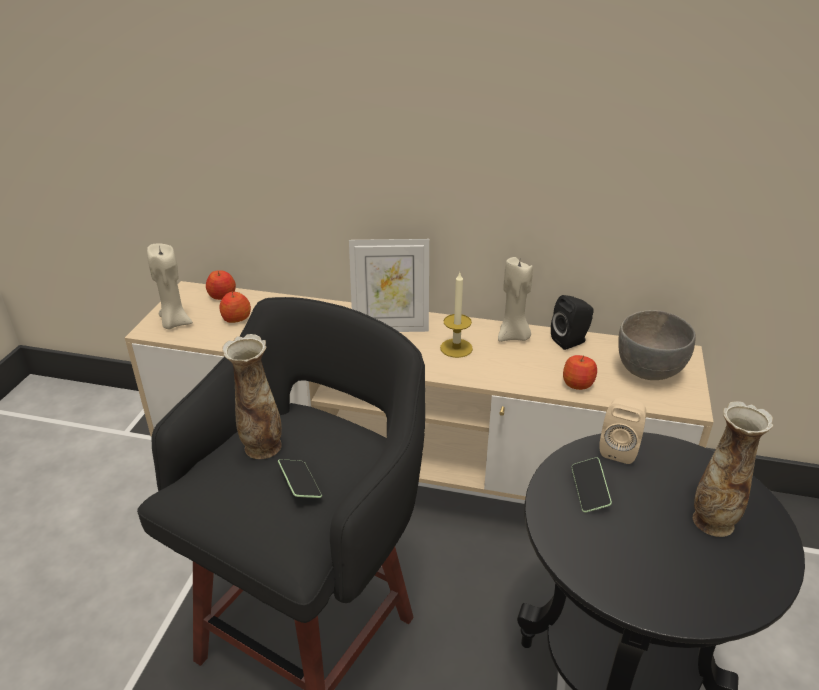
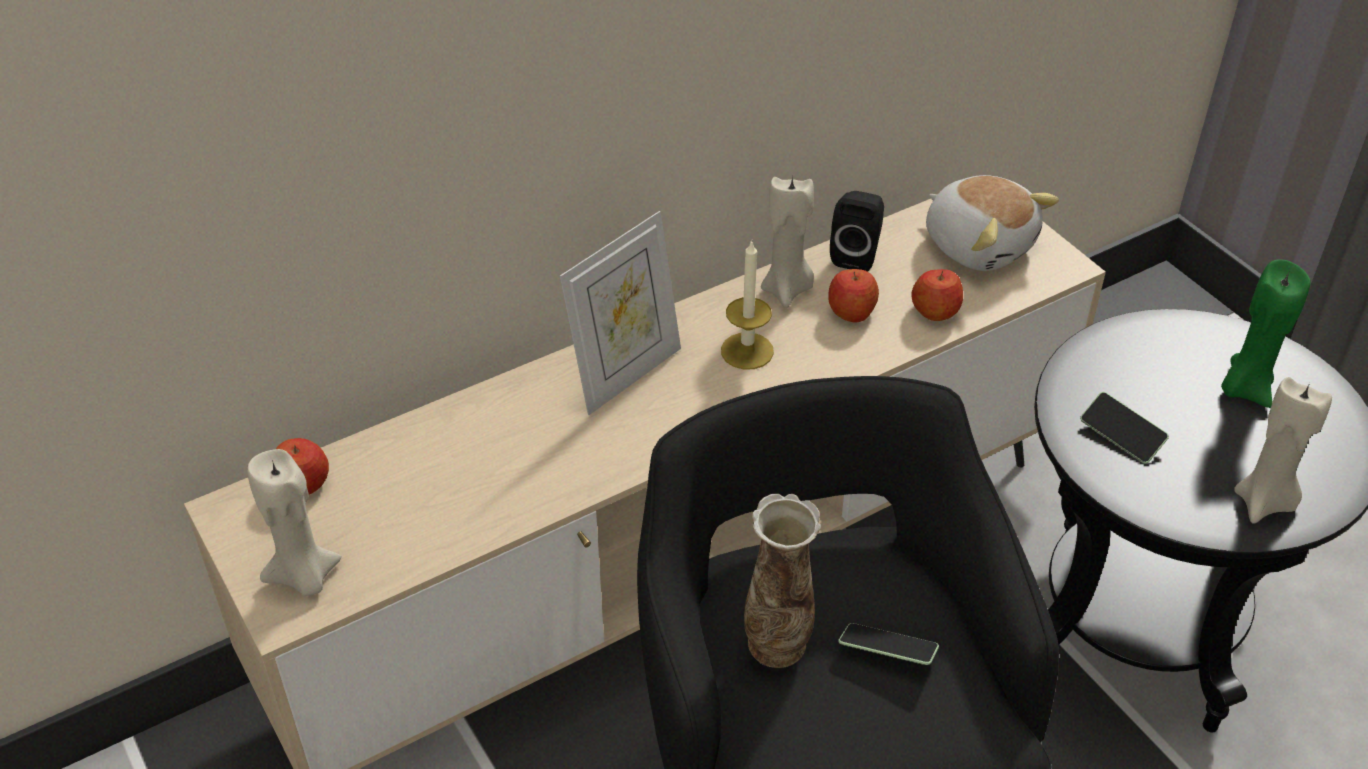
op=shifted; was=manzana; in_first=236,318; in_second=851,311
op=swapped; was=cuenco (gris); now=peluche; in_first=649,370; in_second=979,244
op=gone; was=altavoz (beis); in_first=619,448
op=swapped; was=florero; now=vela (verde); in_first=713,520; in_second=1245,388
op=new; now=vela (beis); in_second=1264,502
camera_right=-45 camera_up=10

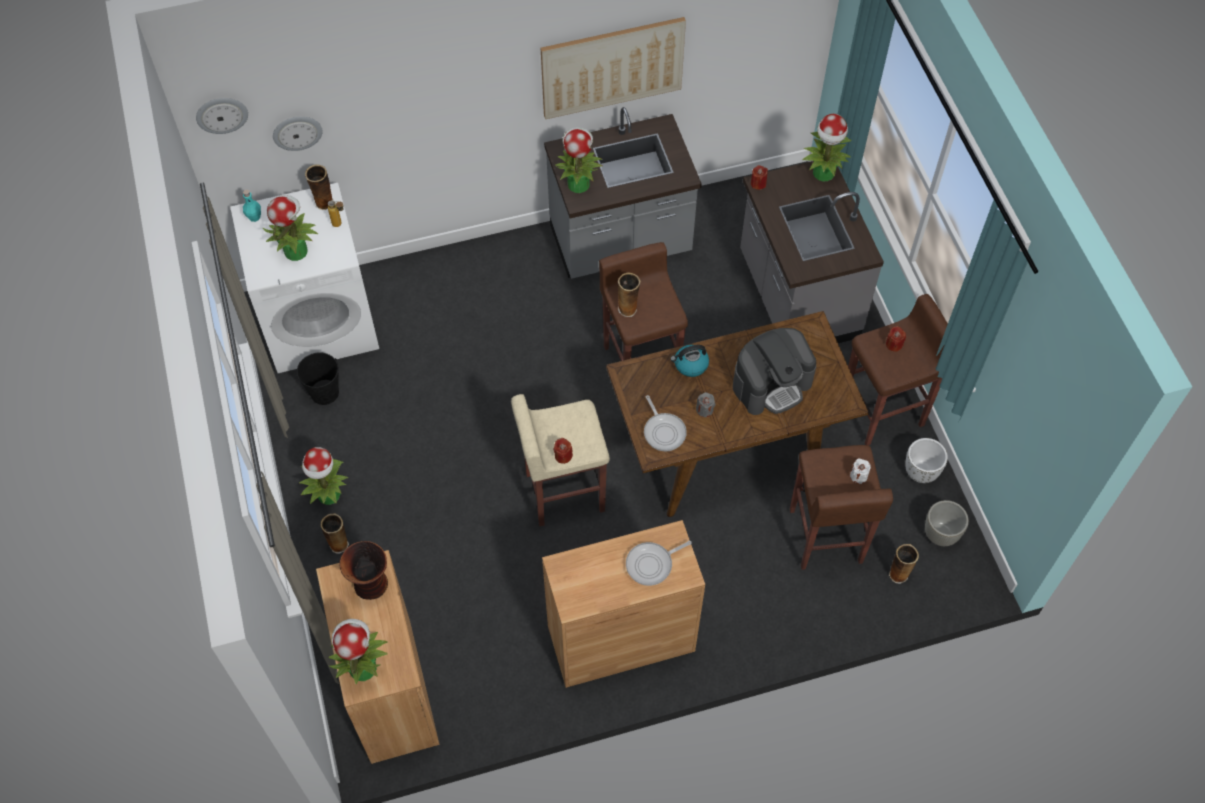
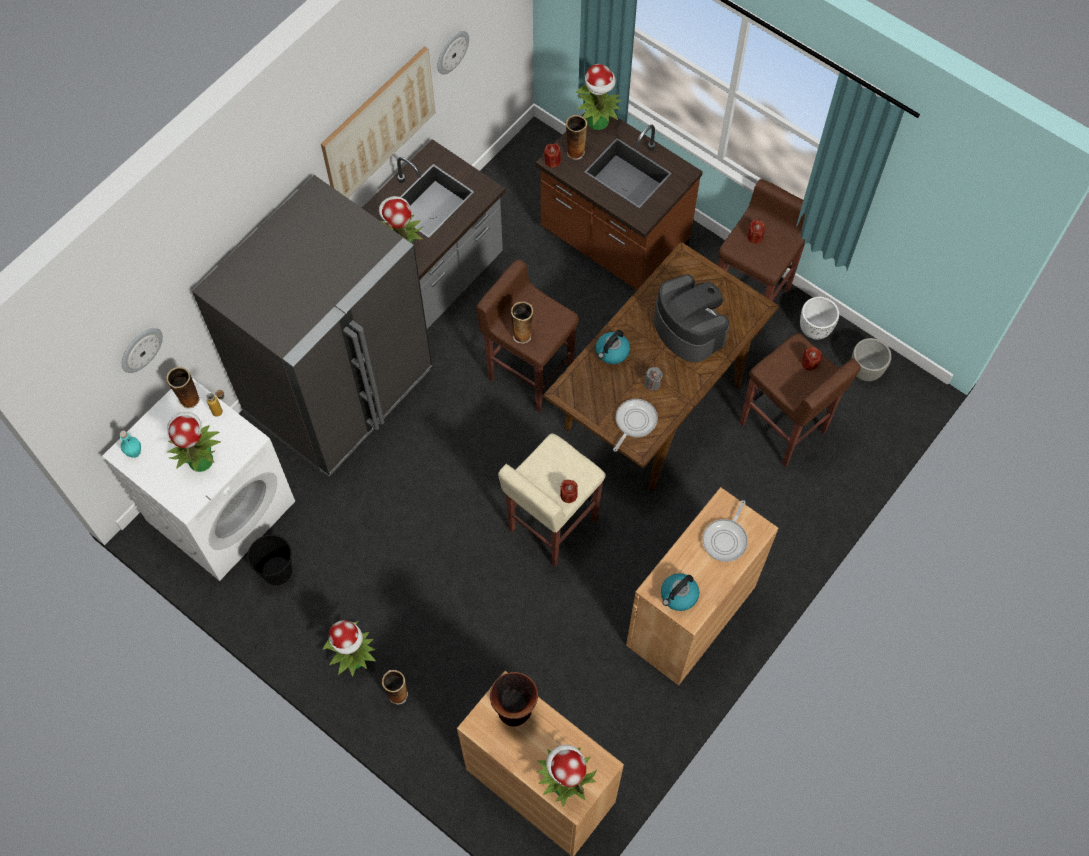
op=shifted; was=reloj de pared; in_first=221,114; in_second=451,51
op=repainted; was=mueble bajo de cocina (gris); now=mueble bajo de cocina (marrón); in_first=796,297; in_second=613,241
op=rotated; was=cafetera; in_first=771,384; in_second=688,328; clockwise=-60
op=rotated; was=sartén; in_first=663,431; in_second=634,422; clockwise=-90
op=repainted; was=vela (blanco); now=vela (rojo); in_first=858,476; in_second=809,363
op=shifted; was=florero; in_first=898,574; in_second=575,151
op=new; now=nevera (gris); in_second=340,392
op=new; now=hervidor; in_second=678,595
camera_right=-35 camera_up=5

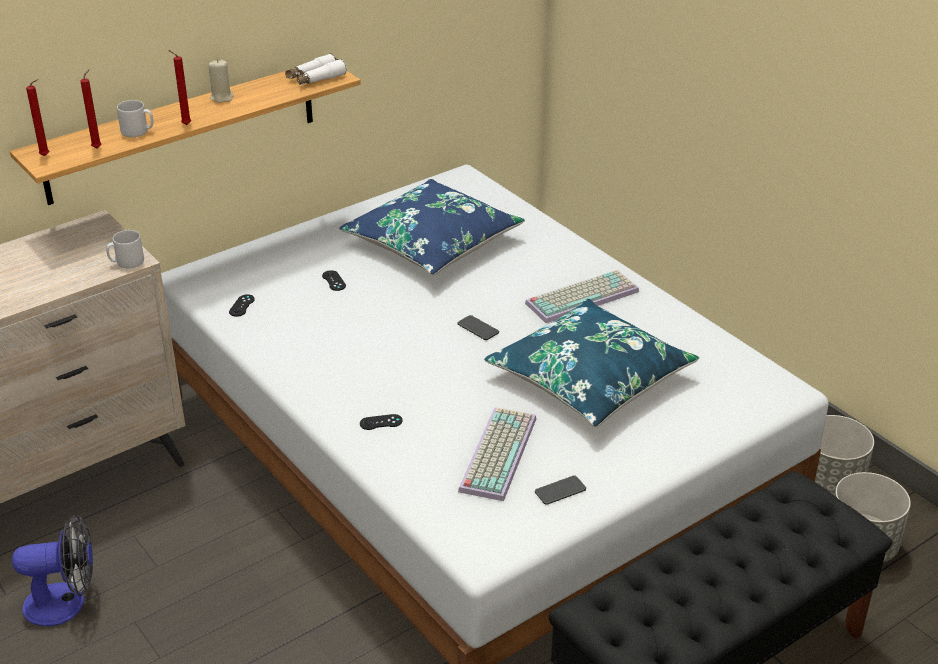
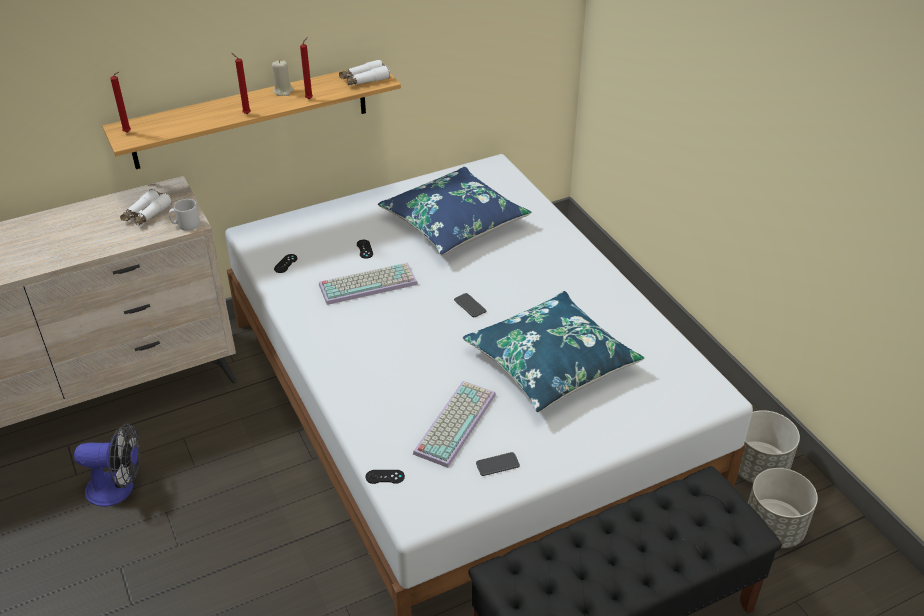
op=shifted; was=vela (rojo); in_first=98,148; in_second=310,98
op=gone; was=taza grande (gris); in_first=138,132
op=shifted; was=teclado; in_first=582,296; in_second=369,283
op=shifted; was=mando de consola (negro); in_first=381,422; in_second=385,477
op=new; now=prismáticos (blanco); in_second=146,214
camera_right=10 camera_up=5

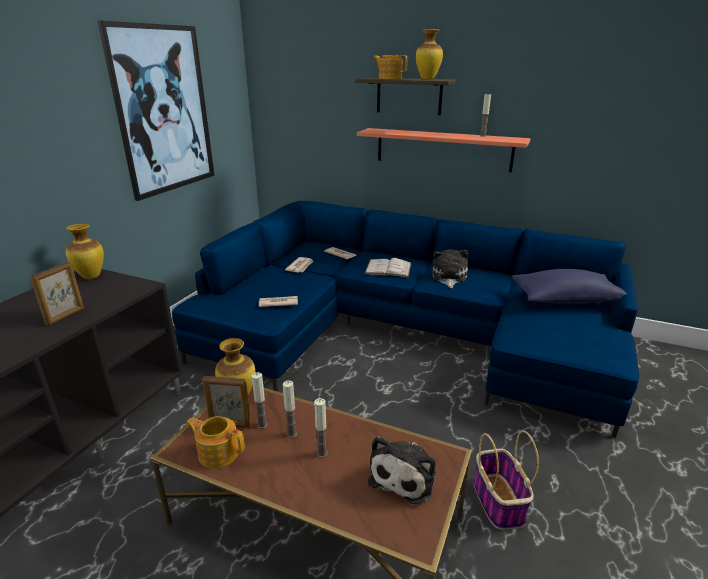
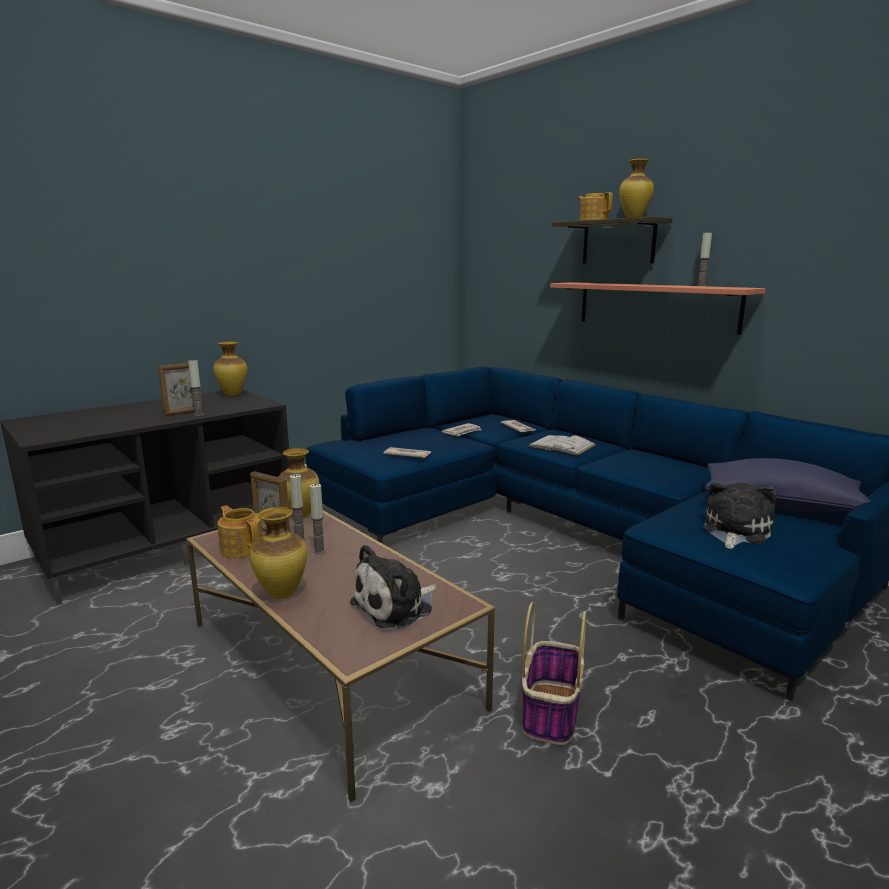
op=gone; was=cuadro; in_first=164,111
op=shifted; was=peluche; in_first=448,277; in_second=734,531
op=shifted; was=vela; in_first=322,453; in_second=199,414
op=new; now=florero; in_second=283,594
camera_right=25 camera_up=-10

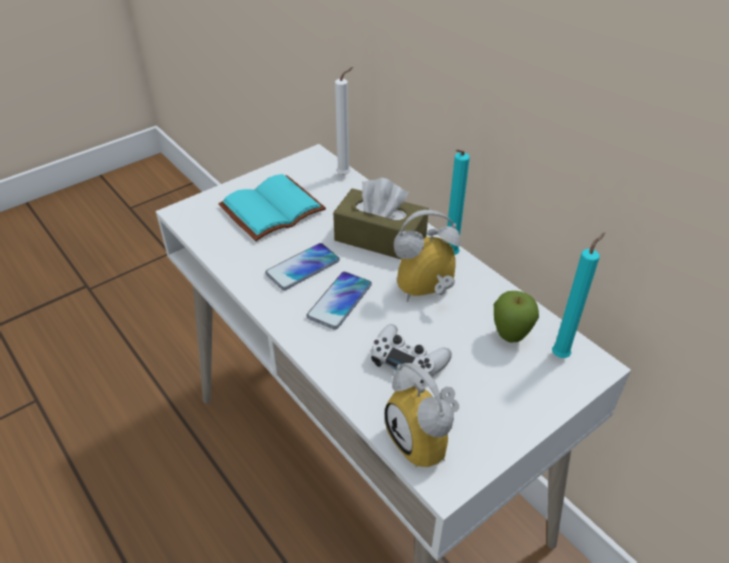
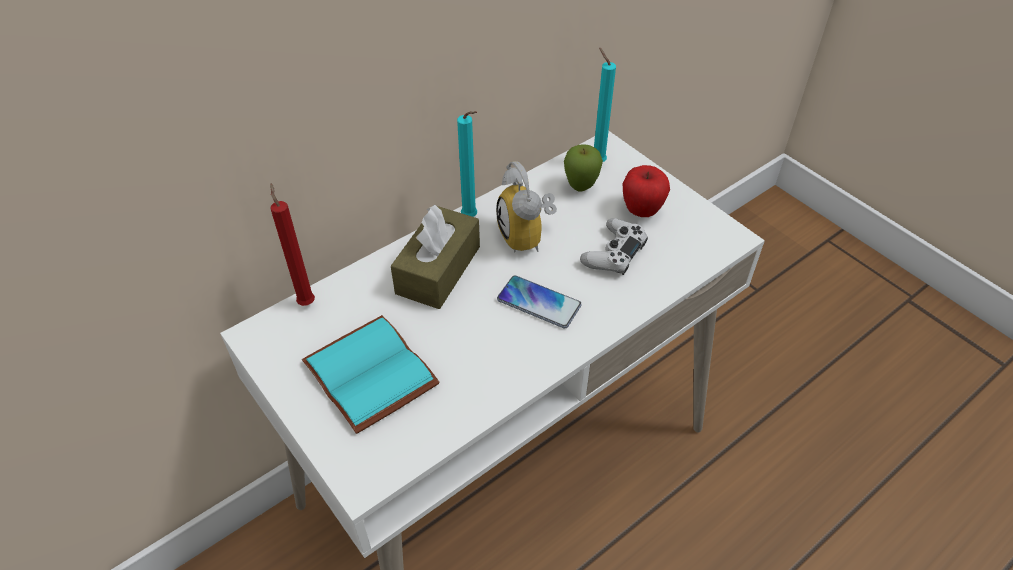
op=repainted; was=vela (blanco); now=vela (rojo); in_first=346,175; in_second=306,301
op=gone; was=móvil; in_first=303,267
op=gone; was=despertador; in_first=426,441
op=new; now=manzana; in_second=642,210
camera_right=-90 camera_up=5

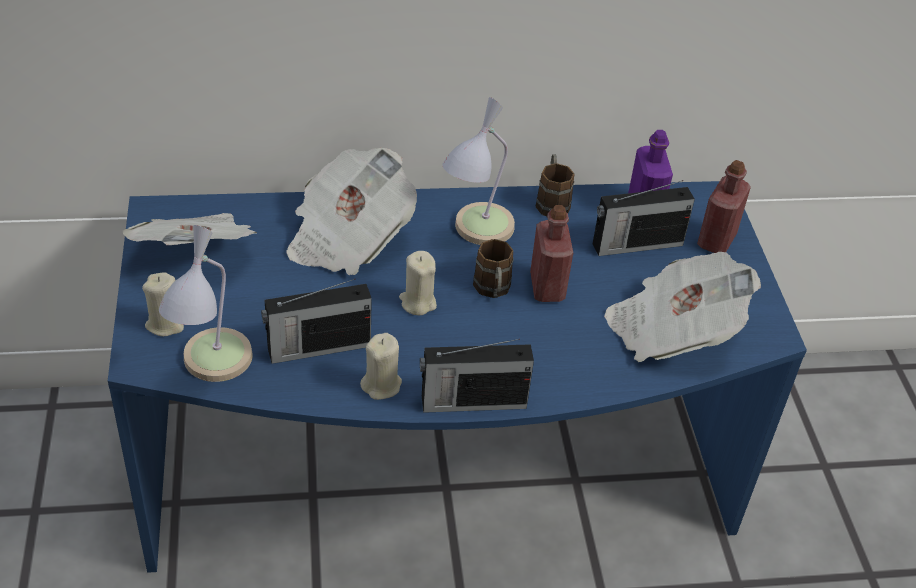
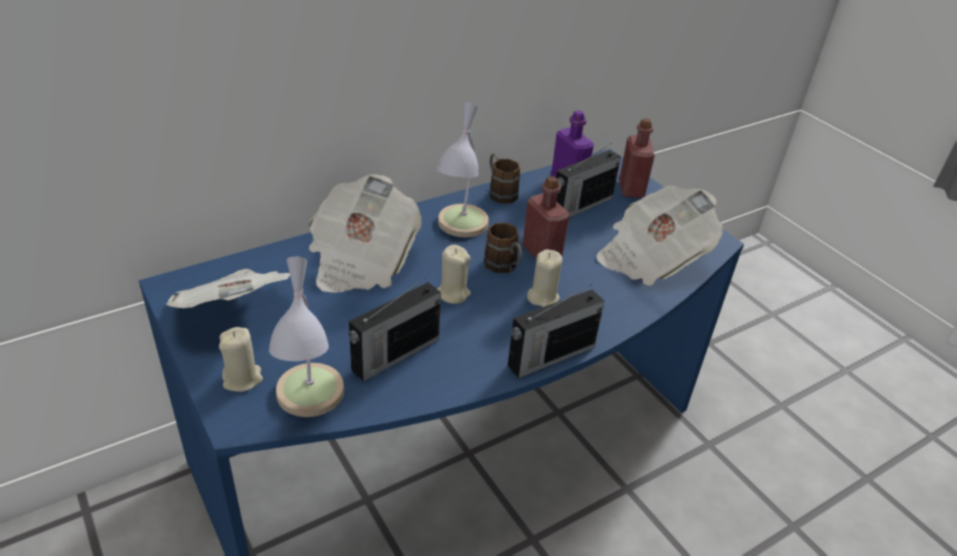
op=shifted; was=vela (beis); in_first=381,385; in_second=542,297
camera_right=-25 camera_up=-5

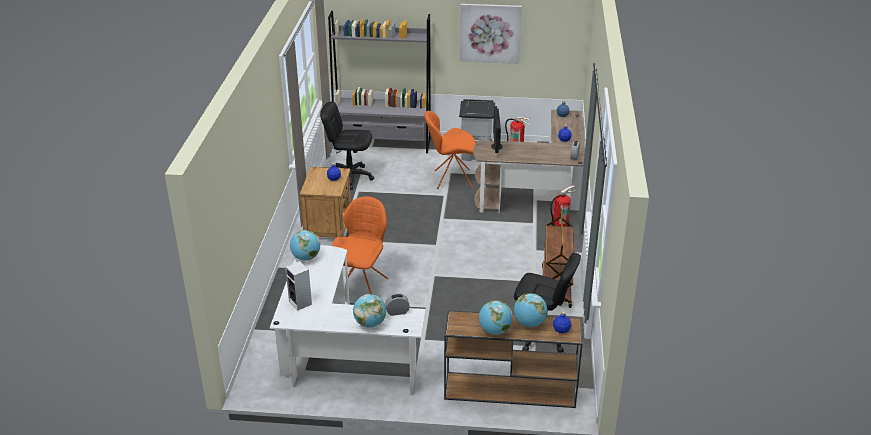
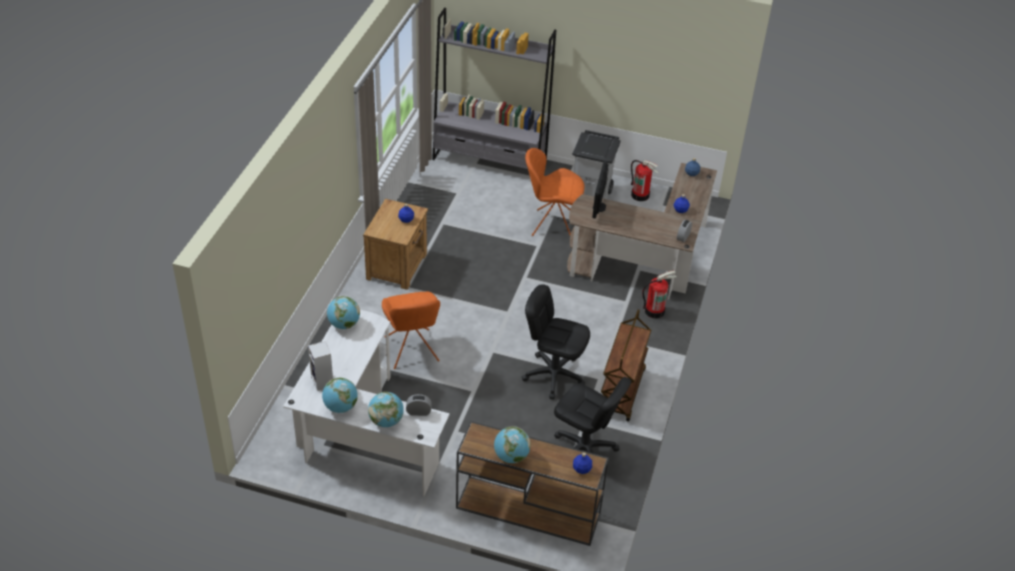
op=gone; was=cuadro; in_first=490,33
op=shifted; was=silla de oficina (negro); in_first=350,177; in_second=553,375
op=rotated; was=silla (naranja); in_first=362,285; in_second=412,351; clockwise=135
op=shifted; was=globo terráqueo; in_first=529,323; in_second=340,407
camera_right=10 camera_up=10

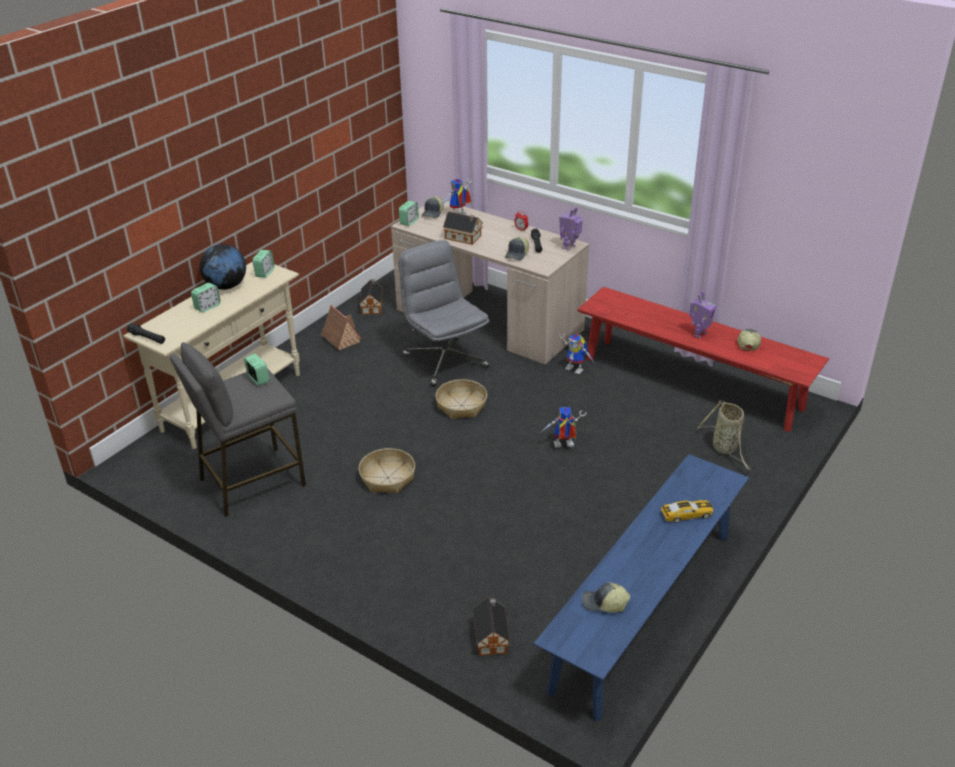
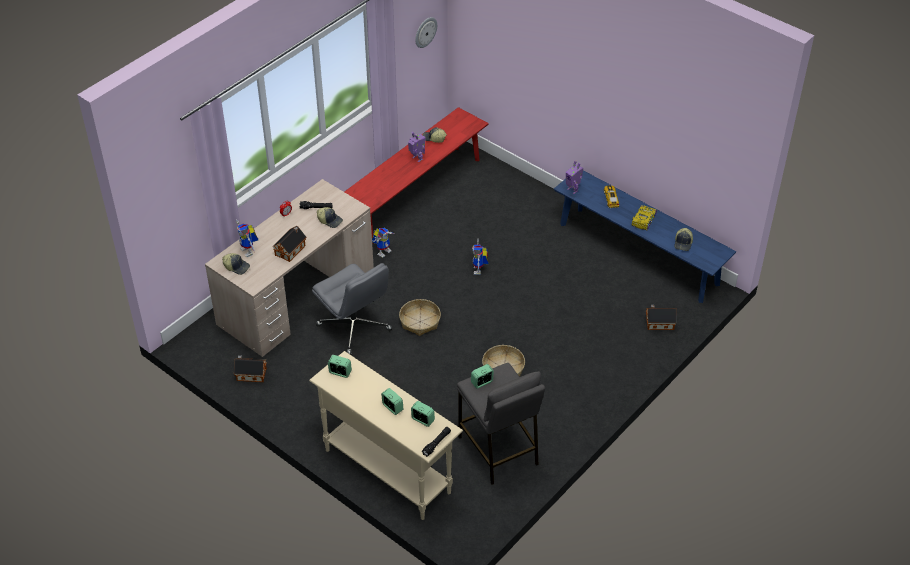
op=shifted; was=despertador; in_first=409,222; in_second=422,420
op=shifted; was=robot de juguete; in_first=569,247; in_second=573,190
op=rotated; was=silla de oficina (gris); in_first=444,361; in_second=355,328; clockwise=-105
op=gone; was=globo terráqueo; in_first=226,286
op=gone; was=casita; in_first=340,338
op=gone; was=cesta; in_first=725,449
op=new; now=reloj de pared; in_second=425,32
op=new; now=coche de juguete; in_second=643,220
camera_right=-85 camera_up=10

